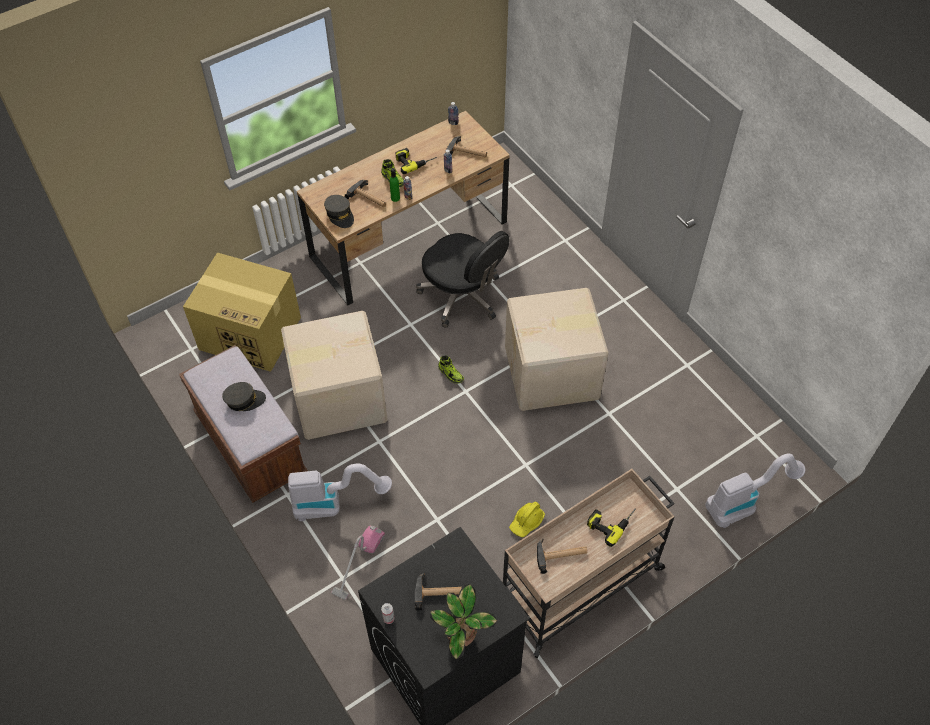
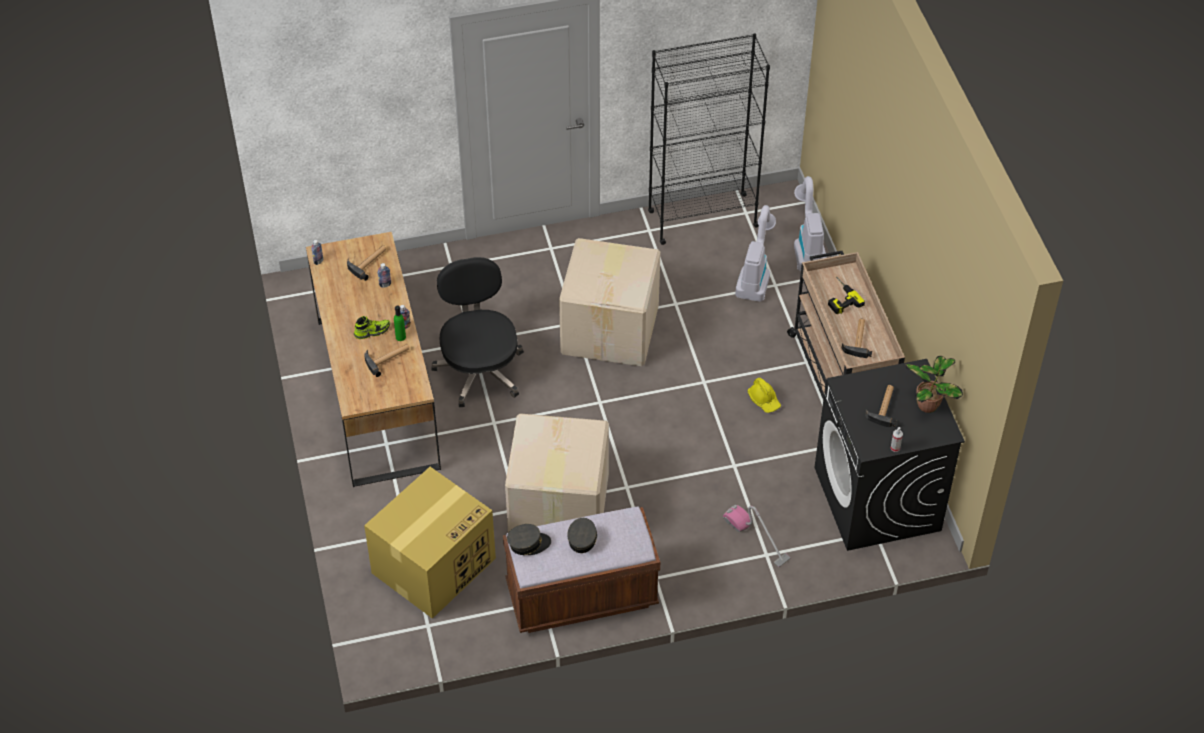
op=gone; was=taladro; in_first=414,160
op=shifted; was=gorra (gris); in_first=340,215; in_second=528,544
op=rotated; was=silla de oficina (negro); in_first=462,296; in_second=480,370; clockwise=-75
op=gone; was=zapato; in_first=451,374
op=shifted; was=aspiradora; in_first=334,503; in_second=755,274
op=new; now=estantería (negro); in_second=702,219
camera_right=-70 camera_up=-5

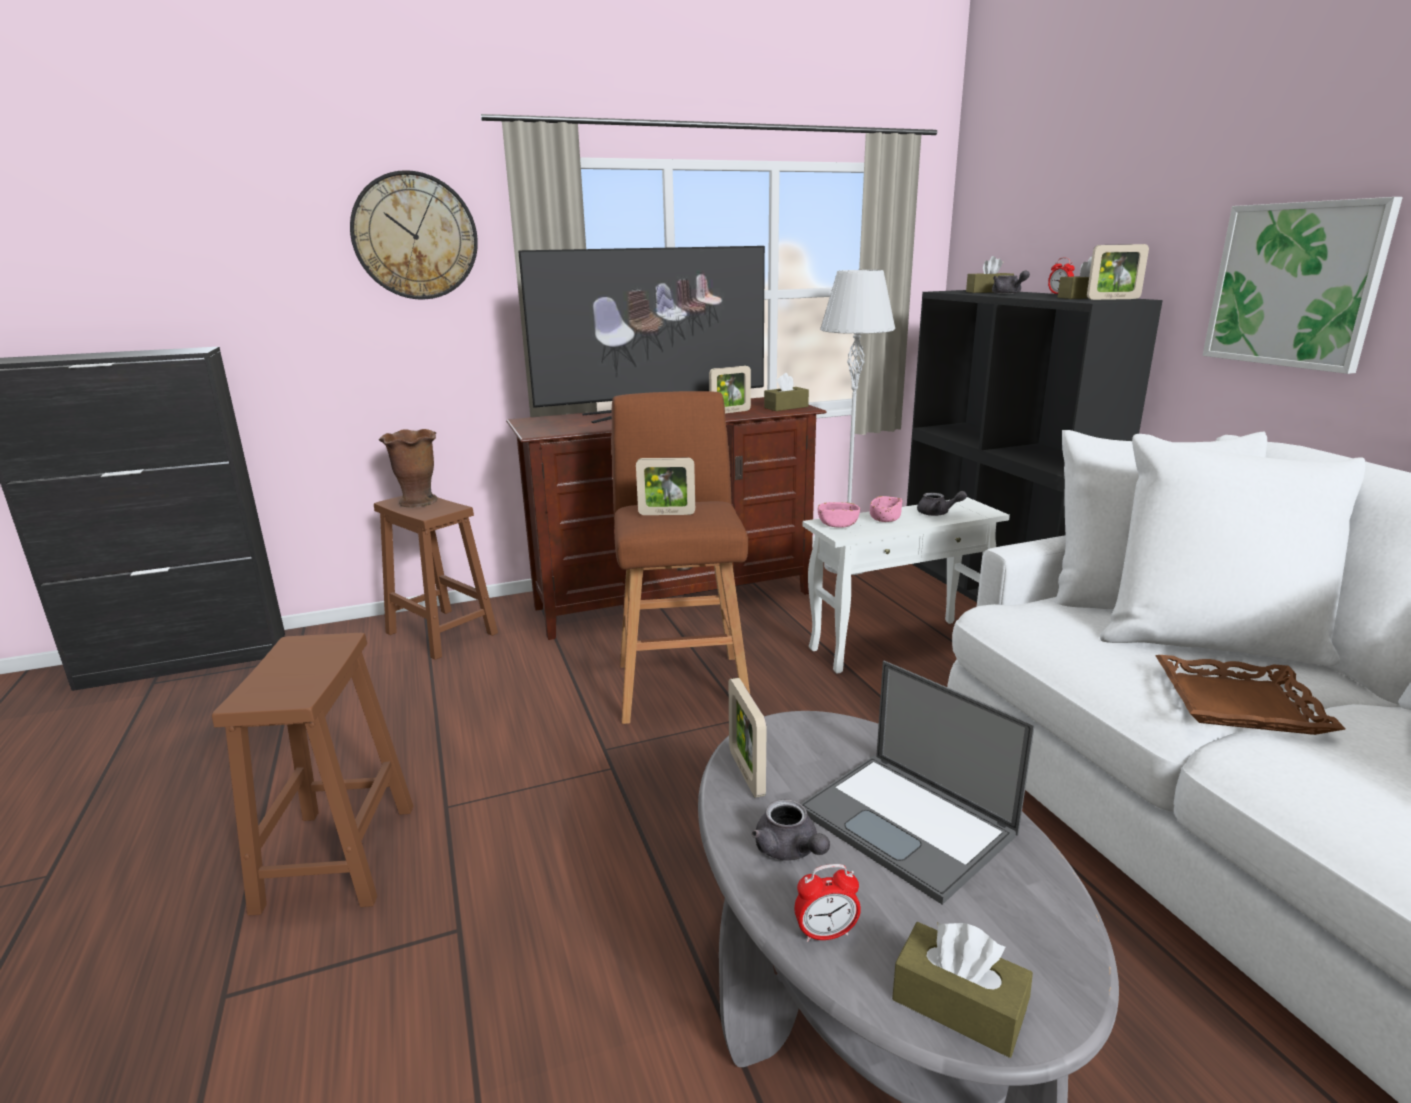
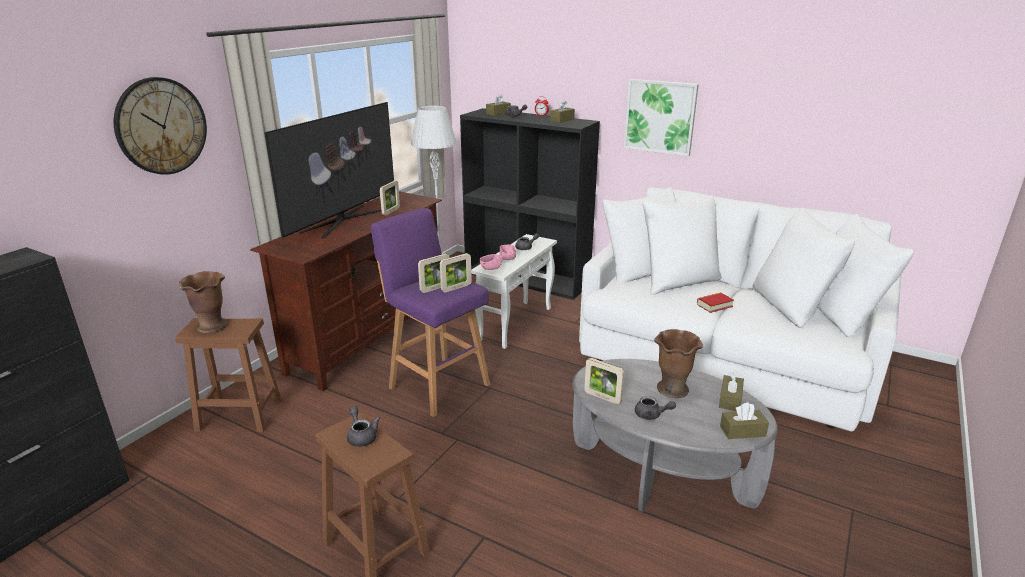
op=shifted; was=portarretratos; in_first=1113,299; in_second=456,288
op=shifted; was=caja de pañuelos (marrón); in_first=786,407; in_second=730,399
op=repainted; was=taburete (marrón); now=taburete (morado); in_first=682,684; in_second=437,384
op=swapped; was=bandeja (marrón); now=libro; in_first=1238,704; in_second=714,305
op=swapped; was=portátil; now=florero (marrón); in_first=909,823; in_second=672,389
op=gone; was=despertador; in_first=825,933
op=new; now=tetera (gris); in_second=361,436
camera_right=-40 camera_up=5

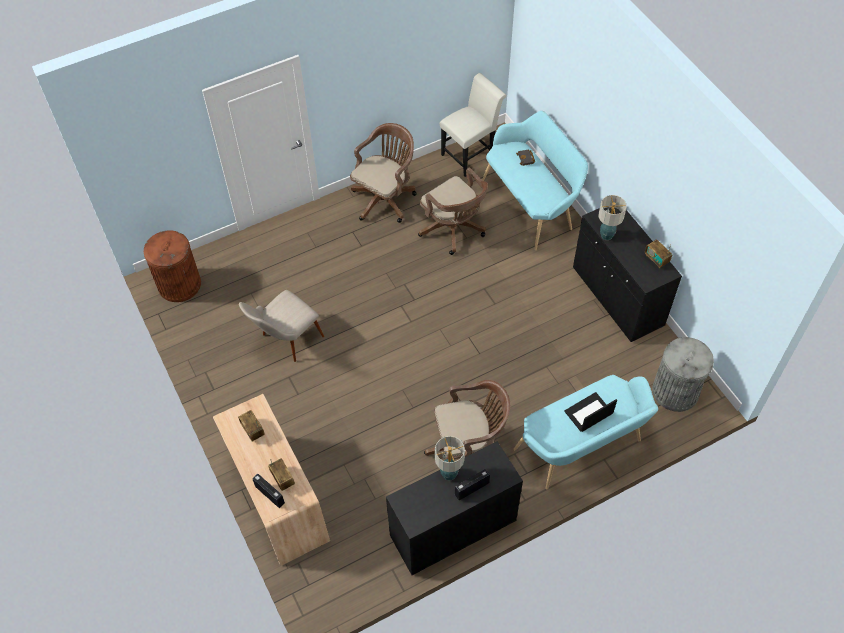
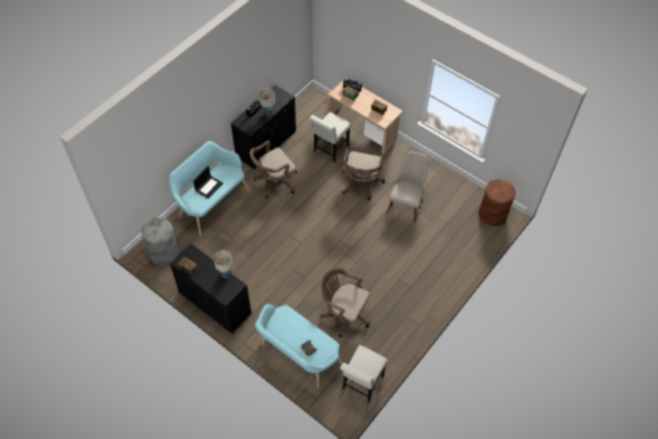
op=shifted; was=silla de oficina (marrón); in_first=385,198; in_second=360,185
op=new; now=silla (blanco); in_second=329,150
camera_right=155 camera_up=0

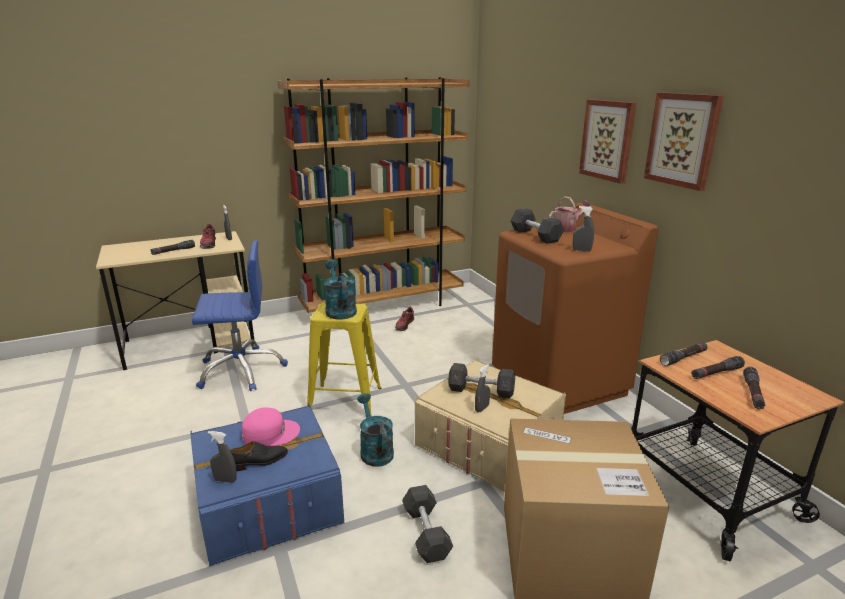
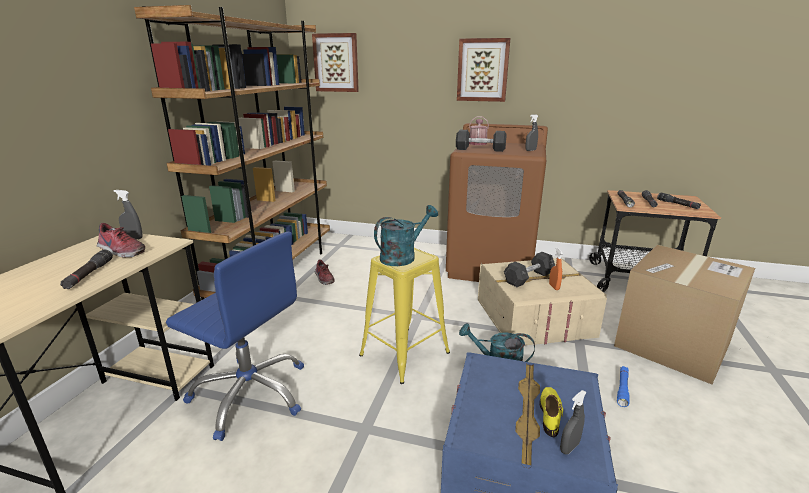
op=shifted; was=cuadro; in_first=683,140; in_second=336,63
op=rotated; was=silla de oficina (azul); in_first=241,370; in_second=251,394; clockwise=90
op=rotated; was=regadera (turquesa); in_first=339,310; in_second=403,257; clockwise=120
op=repainted; was=pulverizador (gris); now=pulverizador (naranja); in_first=482,408; in_second=554,287
op=gone; was=gorra (rosa); in_first=270,433
op=repainted; was=zapato (negro); now=zapato (amarillo); in_first=260,461; in_second=550,413
op=swapped; was=mancuerna (gris); now=linterna (azul); in_first=426,533; in_second=622,389
camera_right=-50 camera_up=0

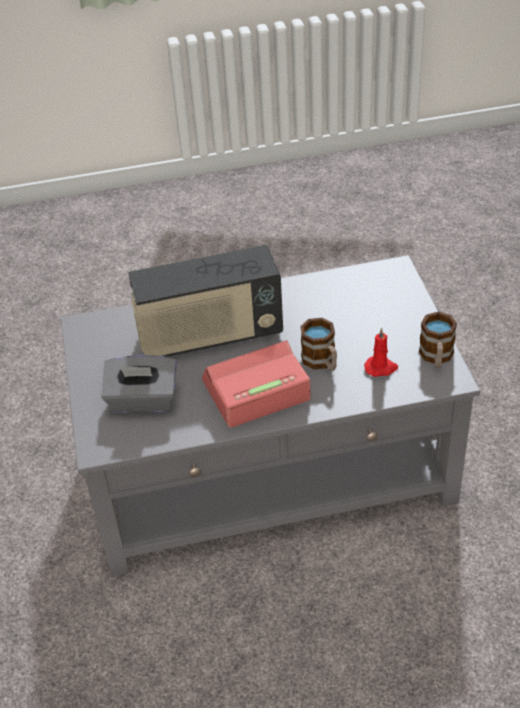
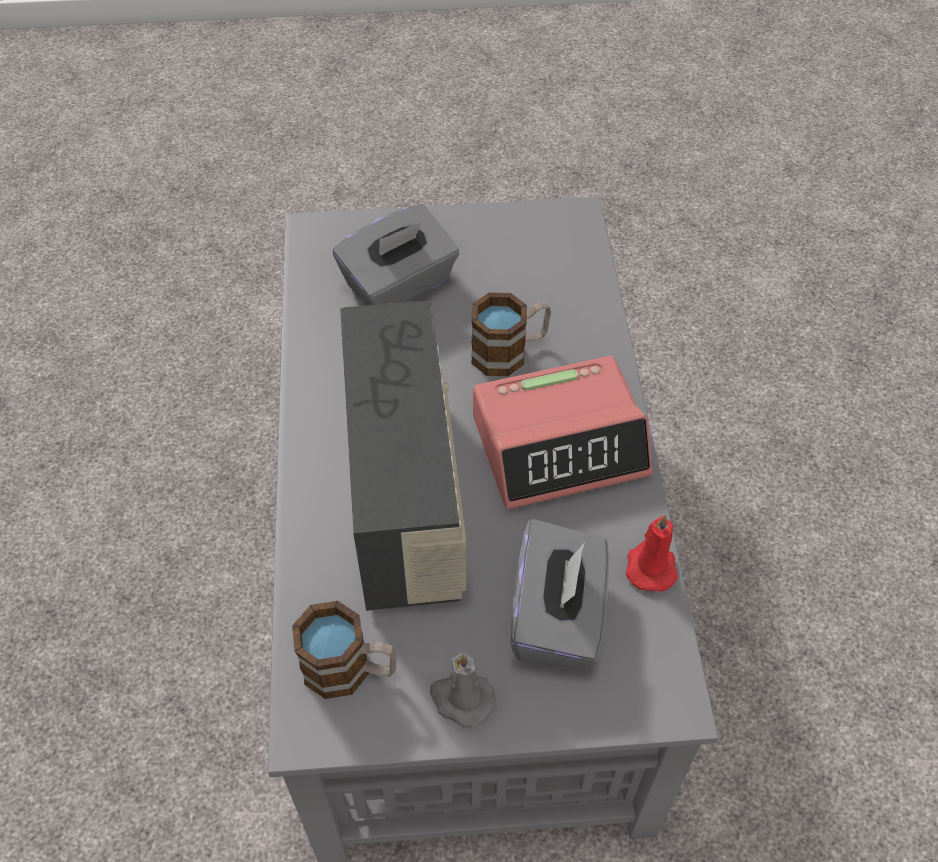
op=shifted; was=taza grande; in_first=436,357; in_second=350,670
op=shifted; was=vela (rojo); in_first=381,368; in_second=650,565
op=rotated; was=despertador; in_first=255,391; in_second=560,445; clockwise=-90
op=new; now=caja de pañuelos (gris); in_second=399,285
op=new; now=vela (gris); in_second=461,699
camera_right=-85 camera_up=10

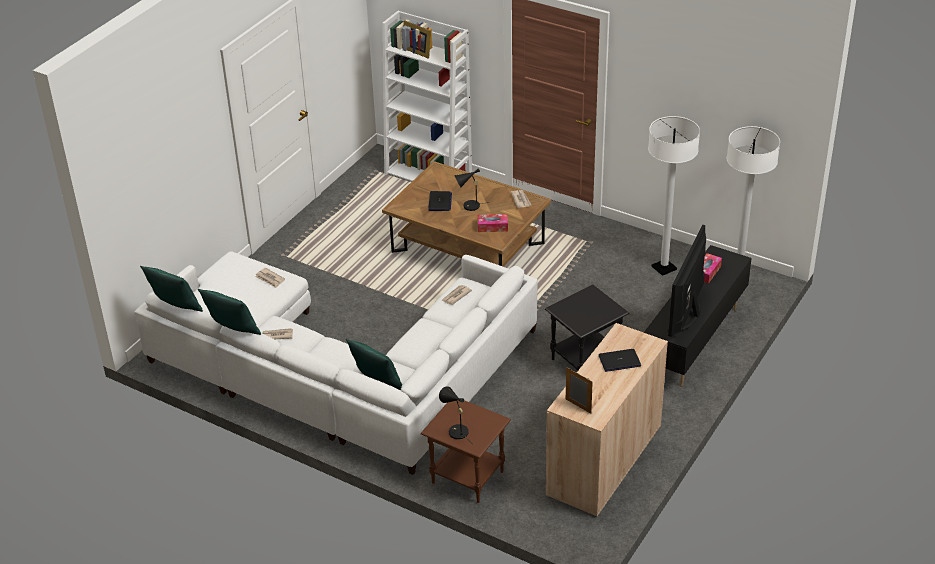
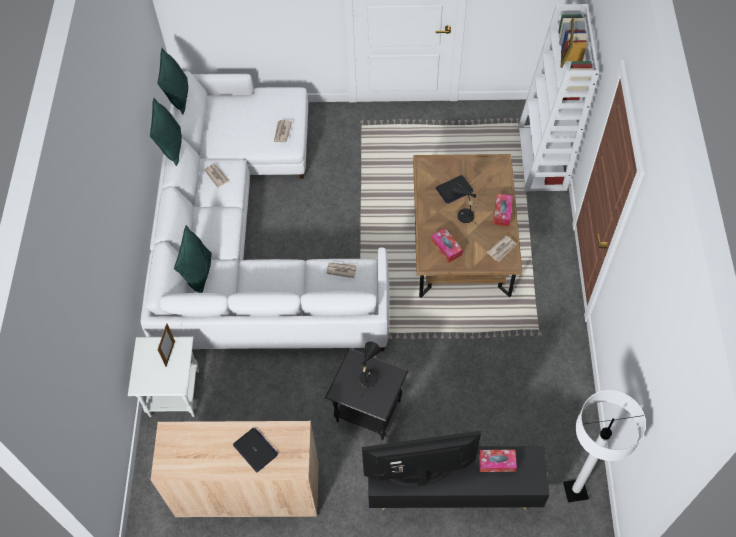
op=gone; was=lámpara de pie (blanco); in_first=664,268
op=shifted; was=portarretratos; in_first=578,406; in_second=170,354
op=shifted; was=lámpara de mesa (negro); in_first=456,431; in_second=369,376
op=repainted; was=mesa auxiliar (marrón); now=mesa auxiliar (blanco); in_first=466,477; in_second=174,392
op=new; now=caja de pañuelos; in_second=502,212
camera_right=60 camera_up=20

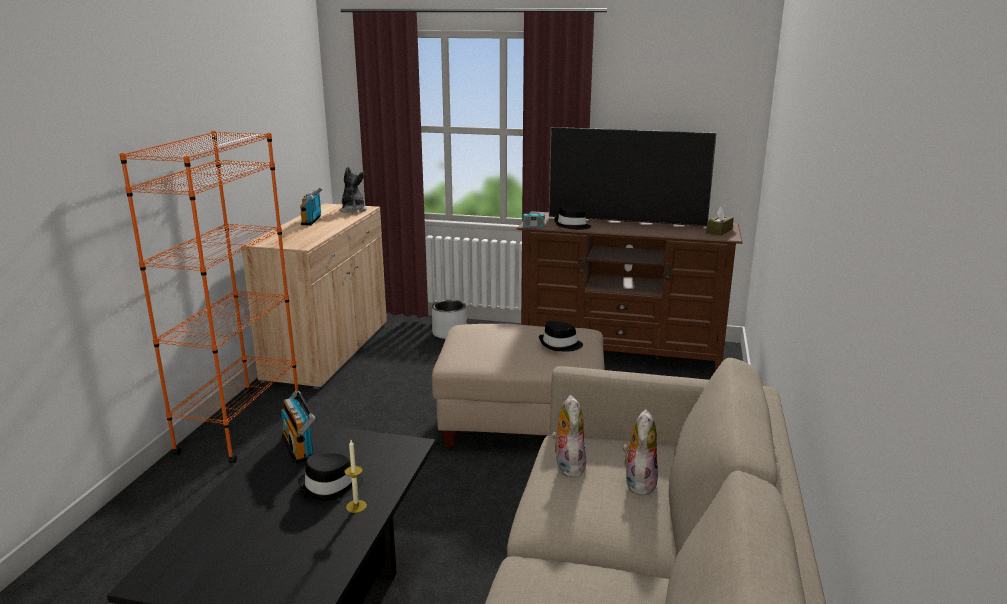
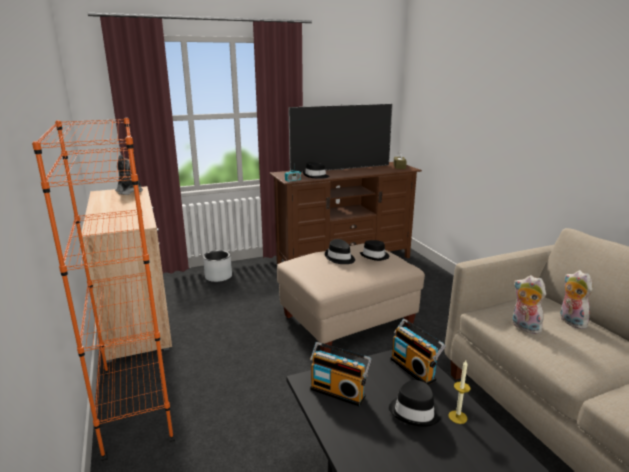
op=shifted; was=radio; in_first=313,220; in_second=414,369
op=new; now=sombrero (negro); in_second=340,258
camera_right=-35 camera_up=0

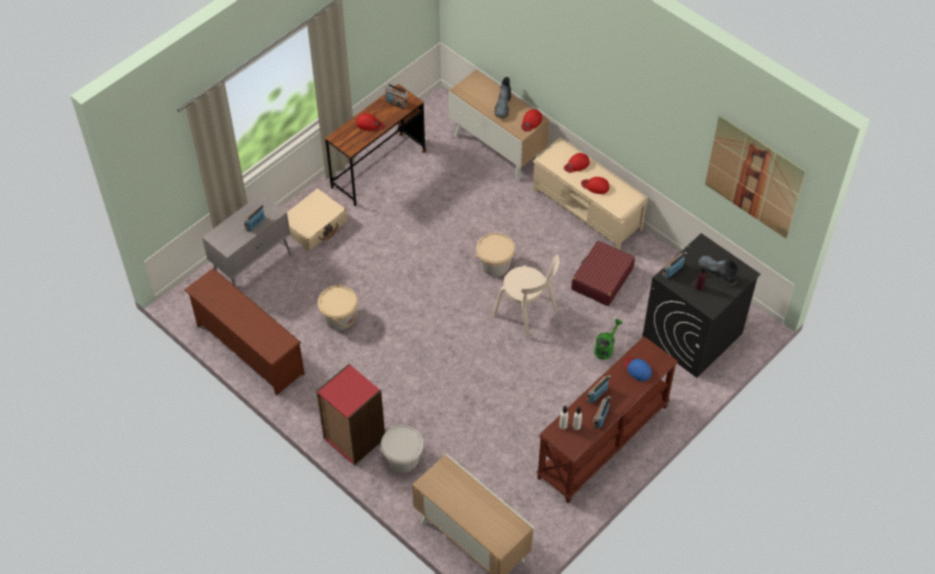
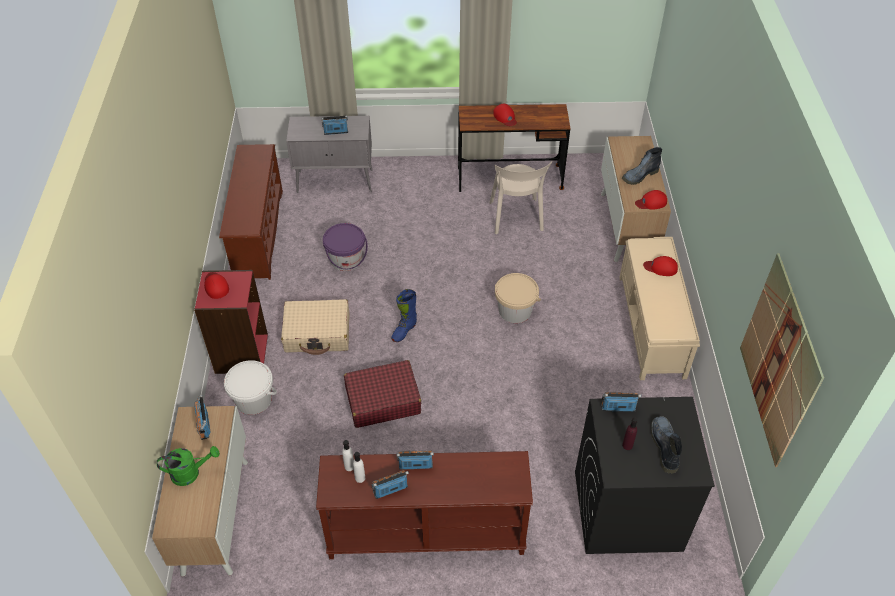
op=shifted; was=radio; in_first=396,103; in_second=204,425
op=shifted; was=gorra (rojo); in_first=595,186; in_second=216,286
op=shifted; was=maleta (beis); in_first=314,225; in_second=317,333
op=shifted; was=maleta (rojo); in_first=601,279; in_second=382,400
op=shifted; was=silla (beis); in_first=527,314; in_second=516,218
op=repainted; was=cubo (beis); now=cubo (morado); in_first=339,318; in_second=346,259
op=shifted; was=regadera (verde); in_first=605,348; in_second=190,473
op=gone; was=gorra (azul); in_first=637,369
op=new; now=bota (azul); in_second=404,331
camera_right=45 camera_up=-5

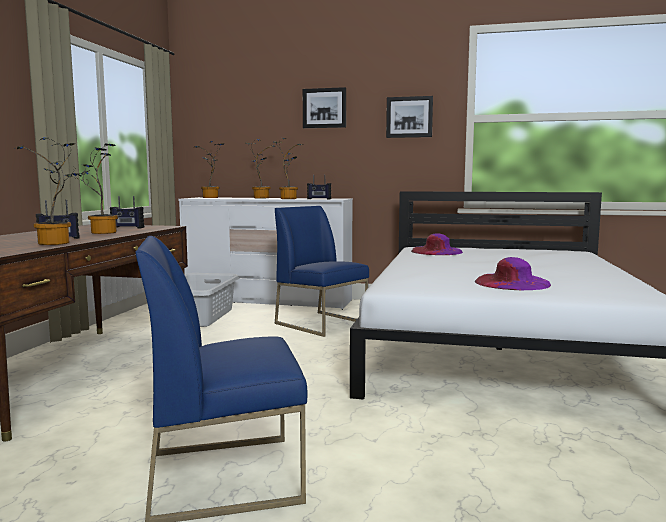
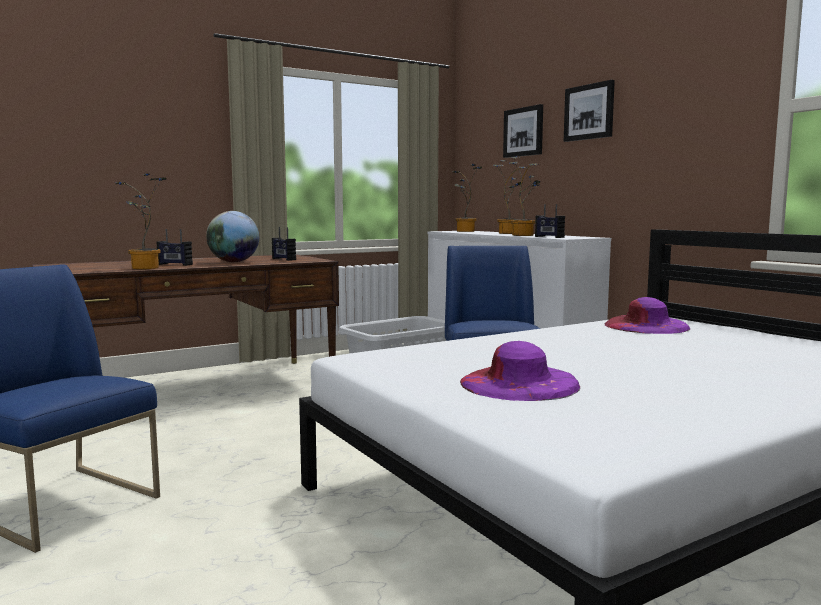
op=shifted; was=cuadro; in_first=409,117; in_second=523,132
op=swapped; was=planta en maceta; now=globo terráqueo; in_first=99,232; in_second=233,262
camera_right=45 camera_up=0

